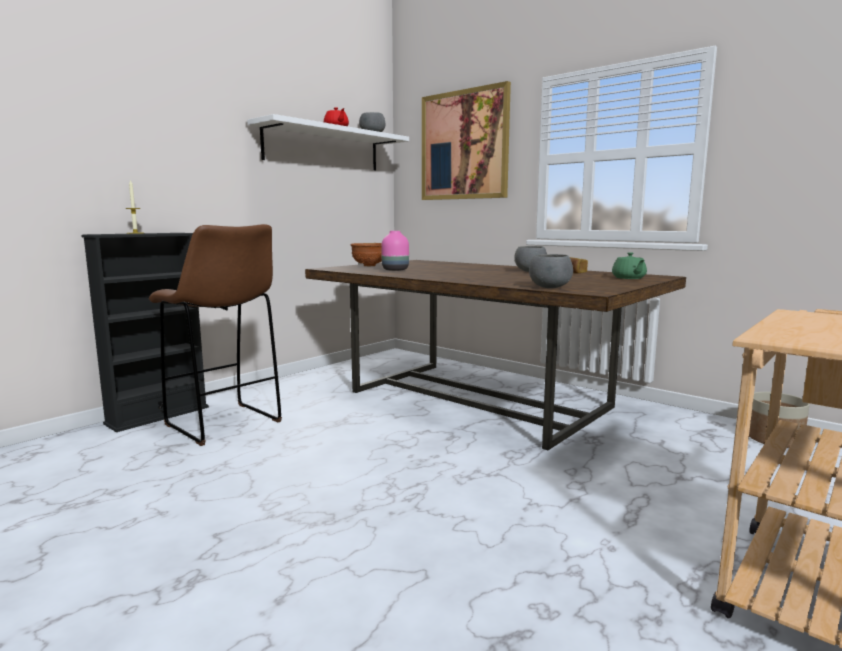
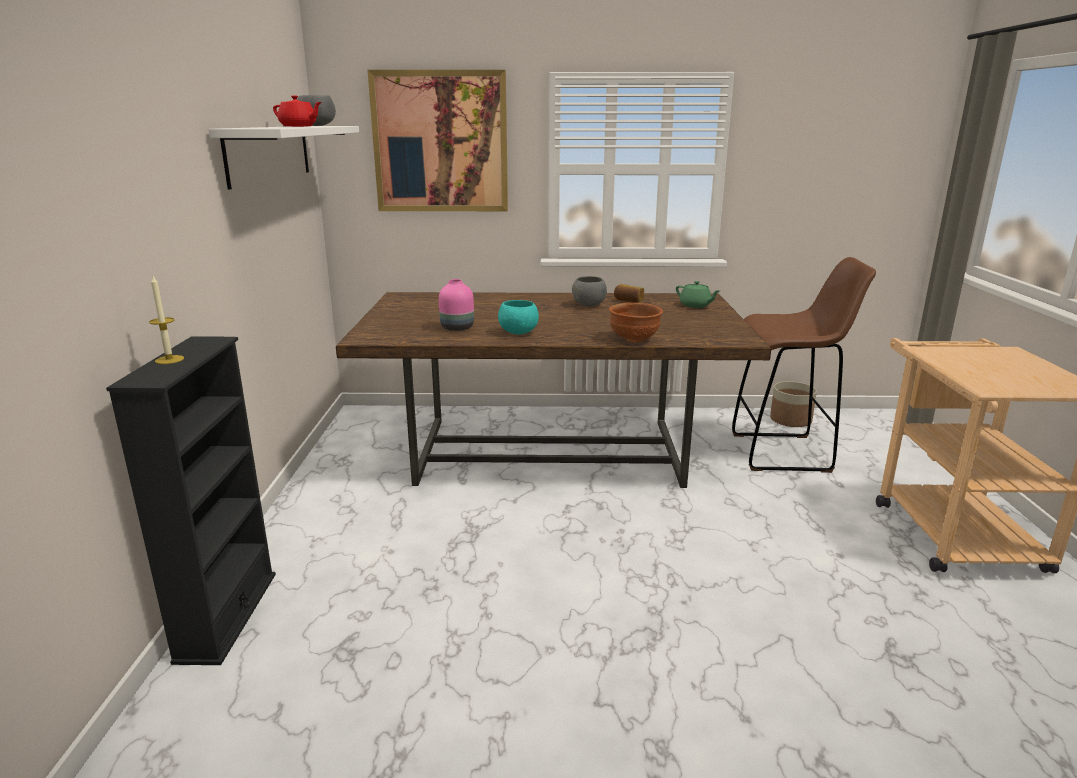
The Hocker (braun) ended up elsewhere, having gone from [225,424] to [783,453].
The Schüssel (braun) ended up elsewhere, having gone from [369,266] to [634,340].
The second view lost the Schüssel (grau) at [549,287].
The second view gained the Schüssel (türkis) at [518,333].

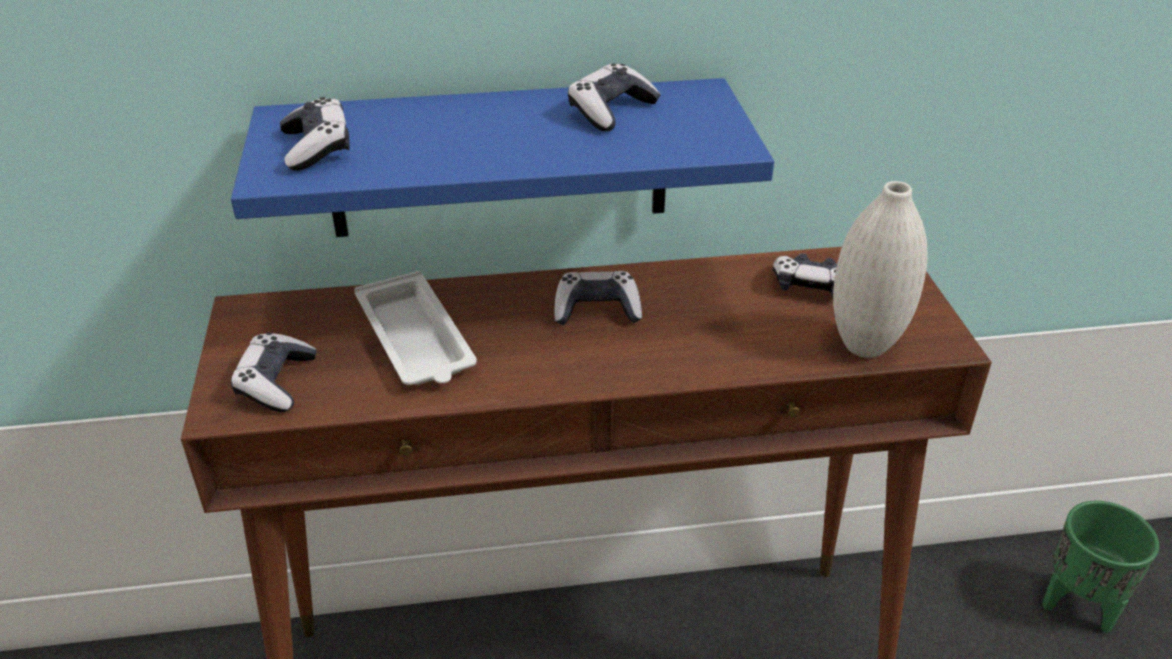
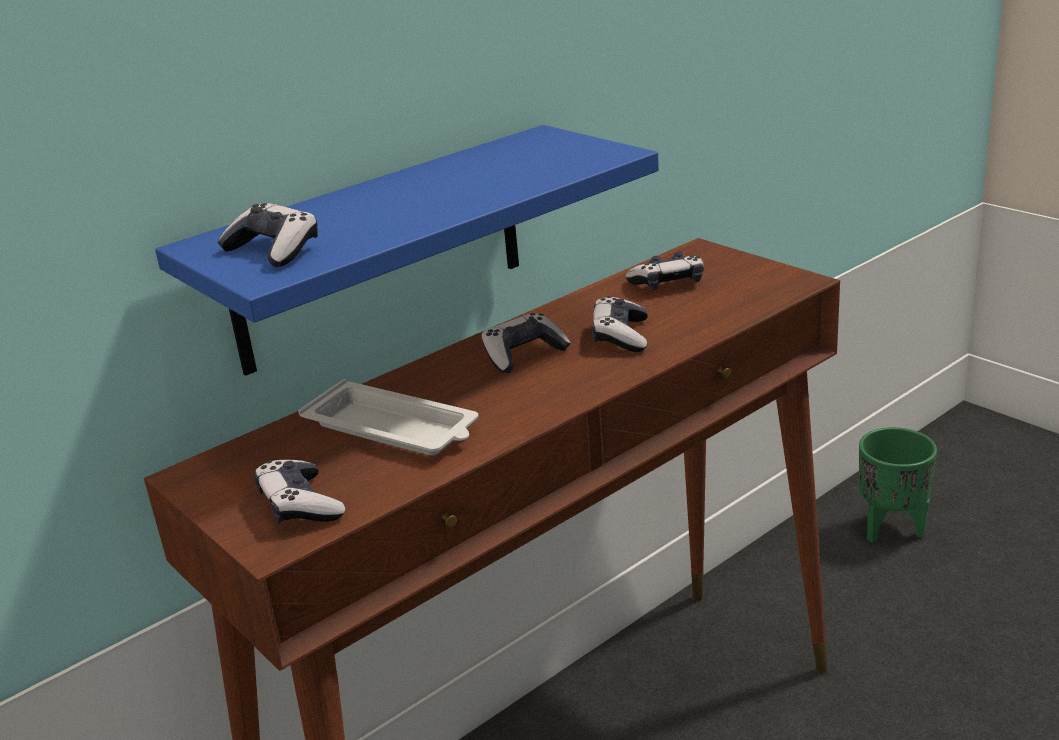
The Gamepad ended up elsewhere, having gone from [611,111] to [620,336].
The second view lost the Vase (weiß) at [865,346].

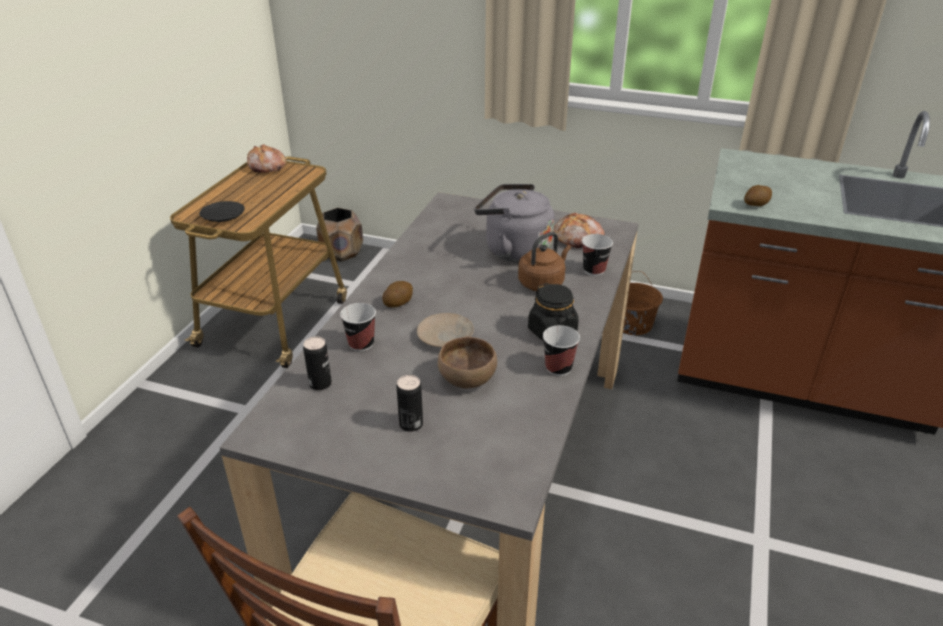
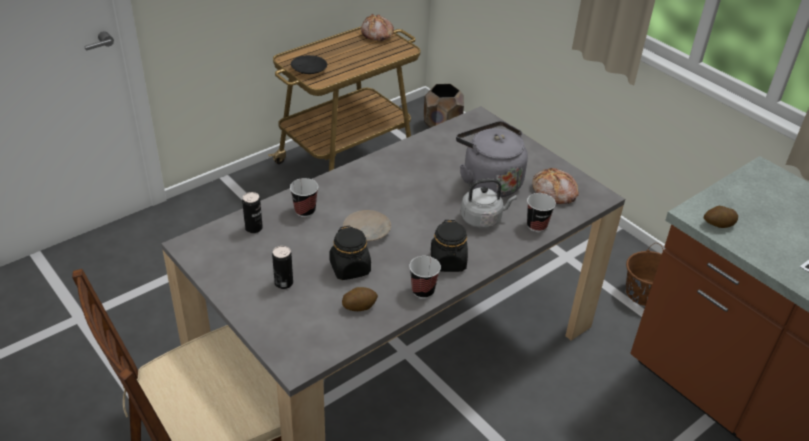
The Kartoffel ended up elsewhere, having gone from [398,302] to [359,306].
Where the Schüssel (braun) stood at [466,378], the Vorratsglas (schwarz) came to stand at [350,268].
What was the Wasserkessel (braun) at [543,283] turned into the Wasserkessel (grau) at [483,219].

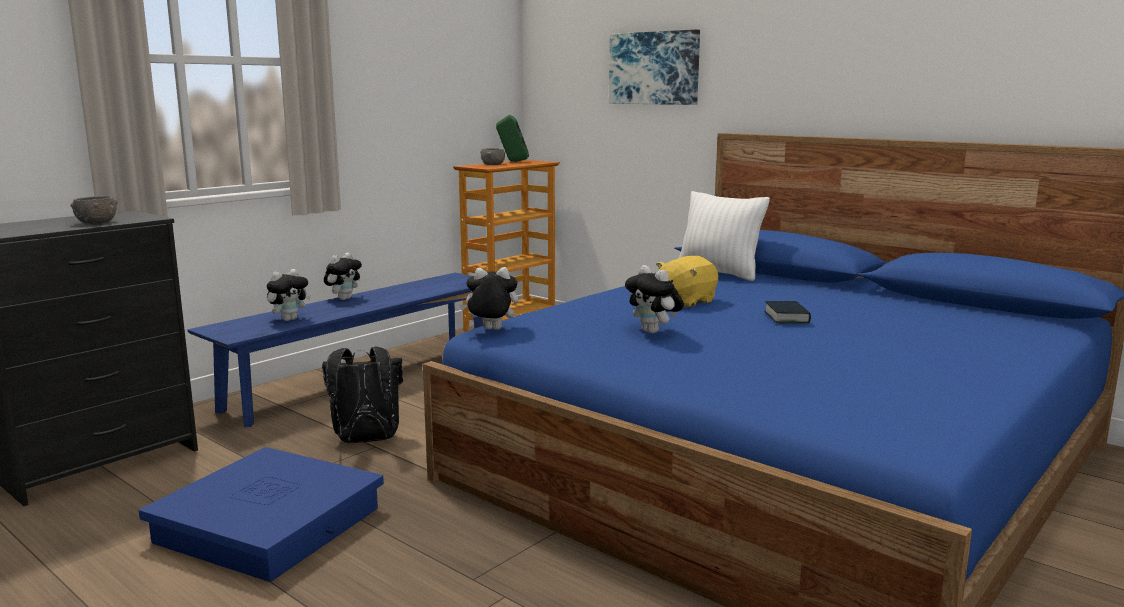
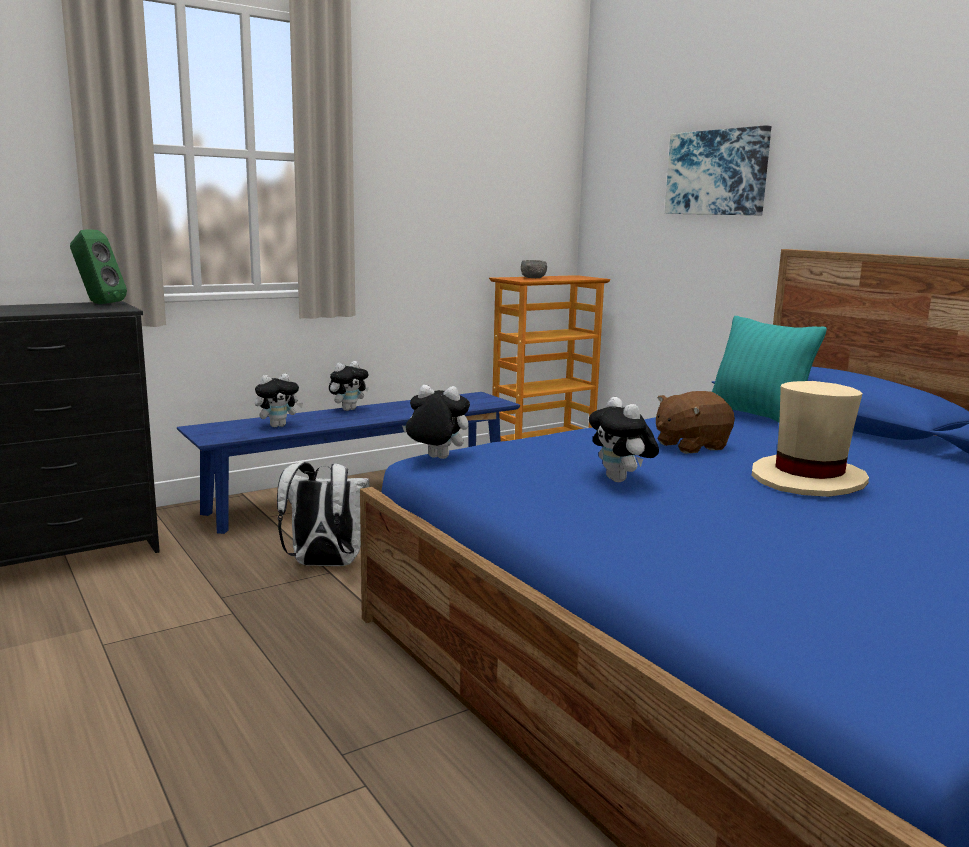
The second view lost the Schüssel (grau) at [96,222].
The second view lost the Aufbewahrungsbox (blau) at [268,525].
What was the Rucksack (schwarz) at [366,441] turned into the Rucksack (weiß) at [324,564].
The Lautsprecher (grün) ended up elsewhere, having gone from [512,161] to [98,304].
What was the Plüschtier (gelb) at [685,301] turned into the Plüschtier (braun) at [690,446].
What was the Kissen (weiß) at [719,273] turned into the Kissen (türkis) at [757,416].
Where the Buch stood at [786,317], the Hut (beige) came to stand at [808,479].

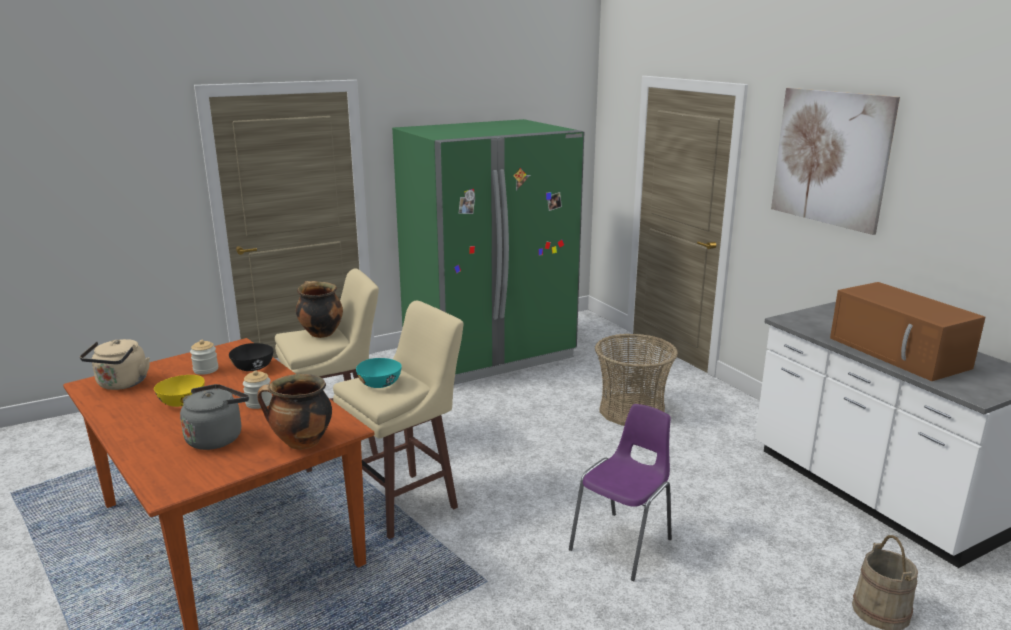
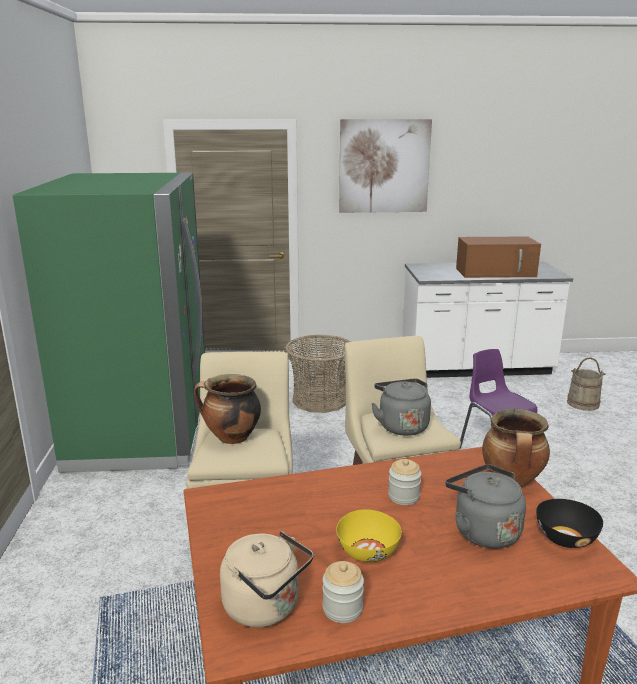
The Vorratsglas ended up elsewhere, having gone from [206,370] to [342,609].
The Schüssel (schwarz) ended up elsewhere, having gone from [253,368] to [565,537].
Where the Schüssel (türkis) stood at [380,384], the Wasserkessel (grau) came to stand at [401,425].

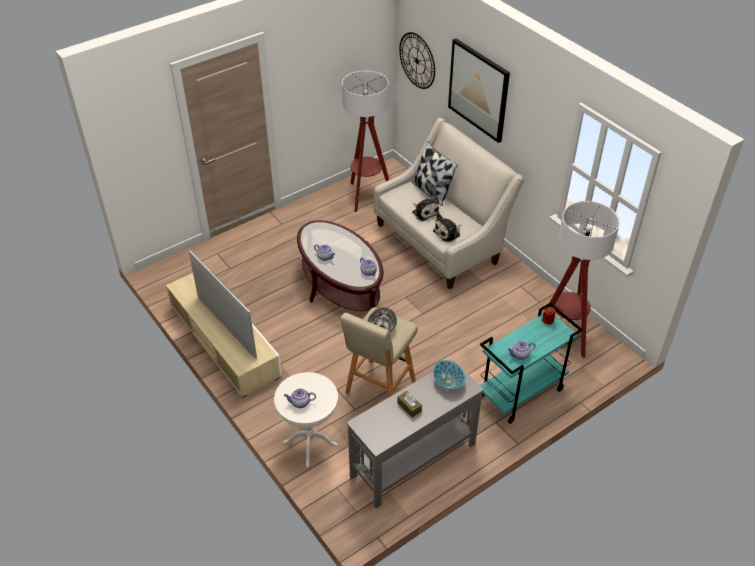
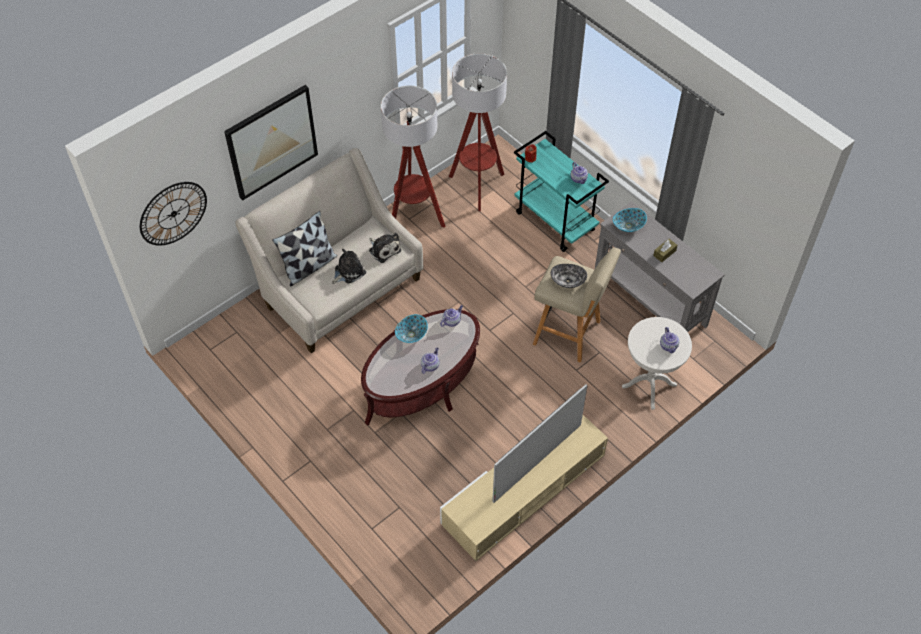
The Stehlampe ended up elsewhere, having gone from [366,196] to [414,218].
The second view gained the Schüssel at [411,334].

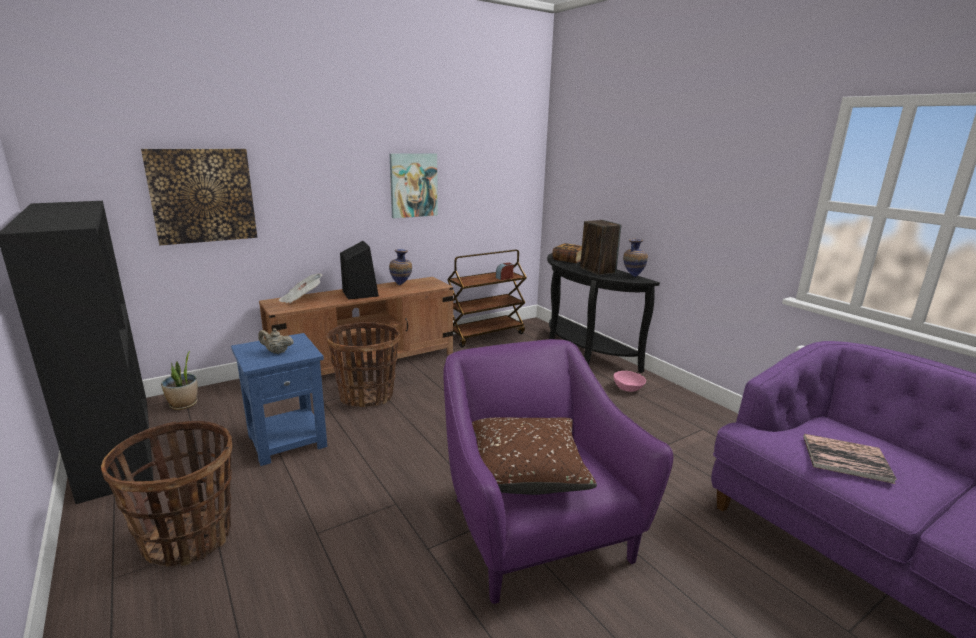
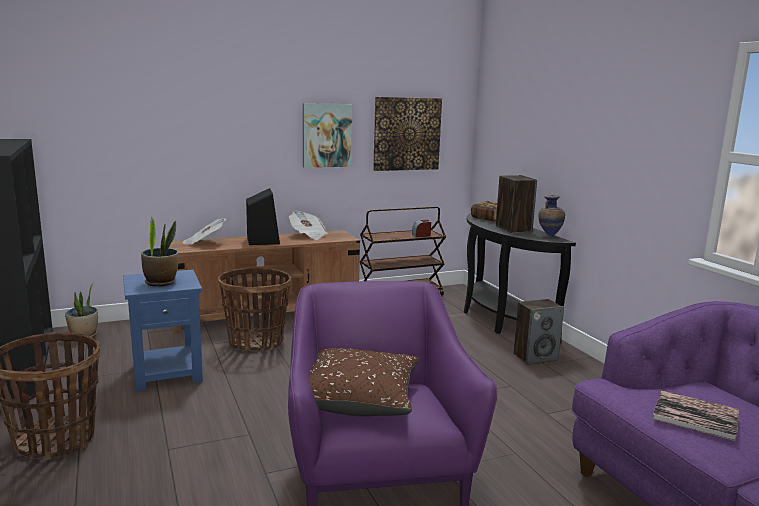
The Bild ended up elsewhere, having gone from [202,195] to [406,134].
Where the Teekanne (beige) stood at [277,352], the Topfpflanze came to stand at [161,282].
Where the Vase stood at [401,284], the Zeitung came to stand at [308,235].
Where the Schüssel (rosa) stood at [628,388], the Lautsprecher came to stand at [535,357].

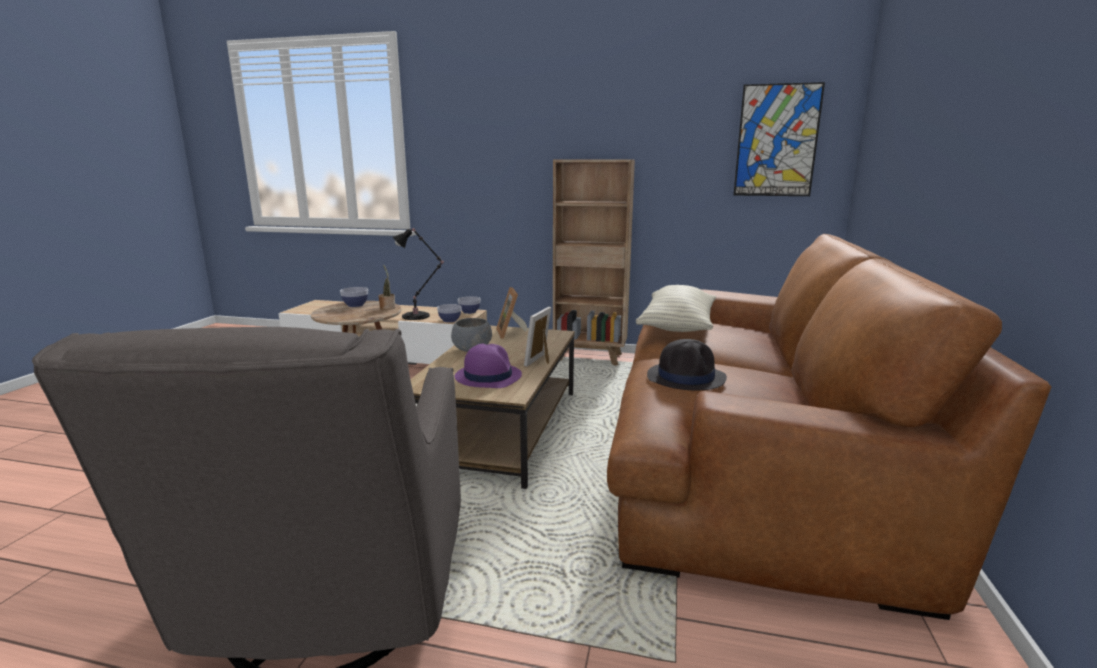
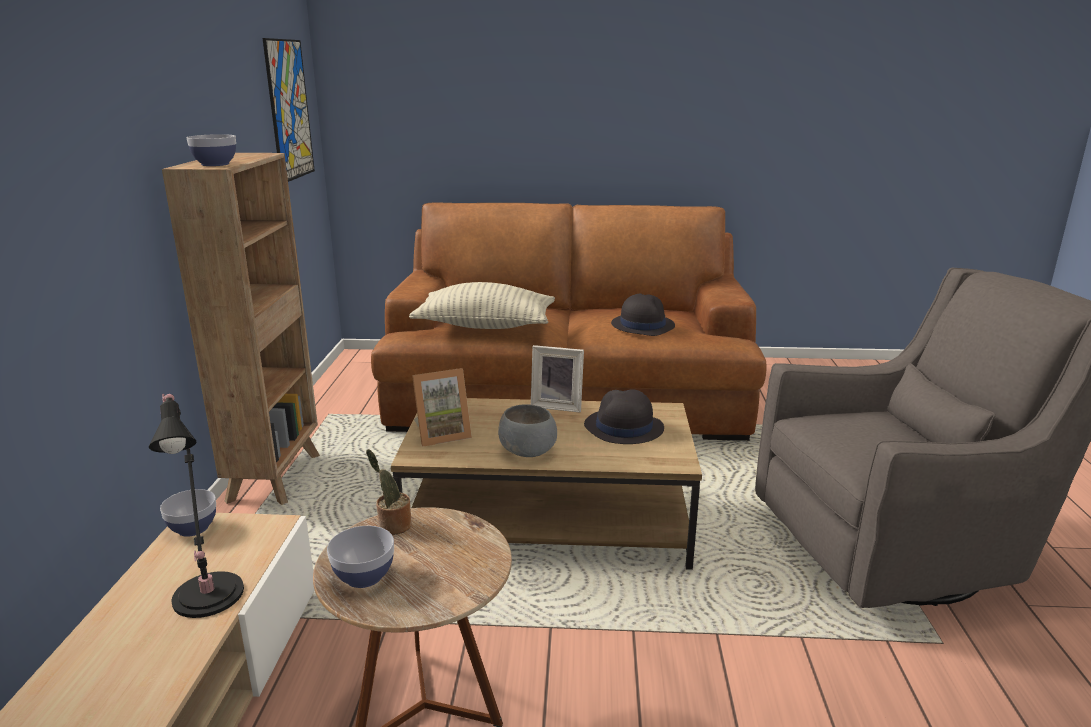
The Schüssel ended up elsewhere, having gone from [450,320] to [215,164].
What was the Hut (lila) at [488,376] turned into the Hut (schwarz) at [623,428].

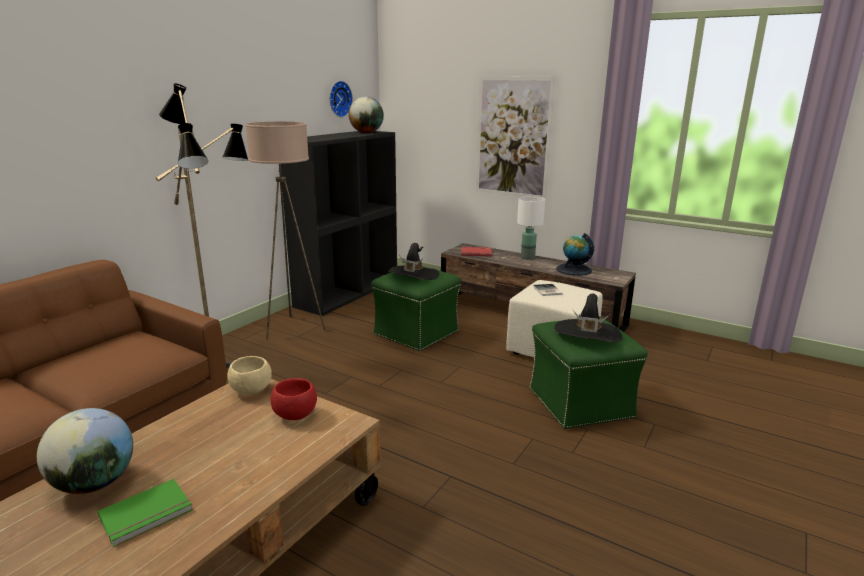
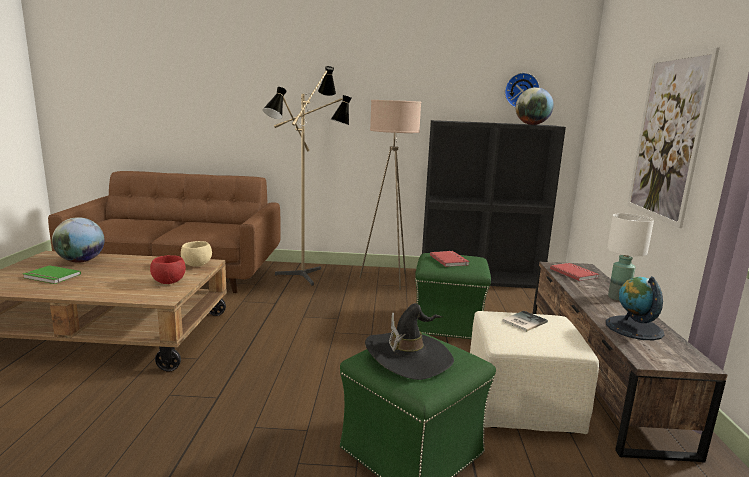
Where the Hut (schwarz) stood at [413,275], the Buch (rot) came to stand at [450,260].

